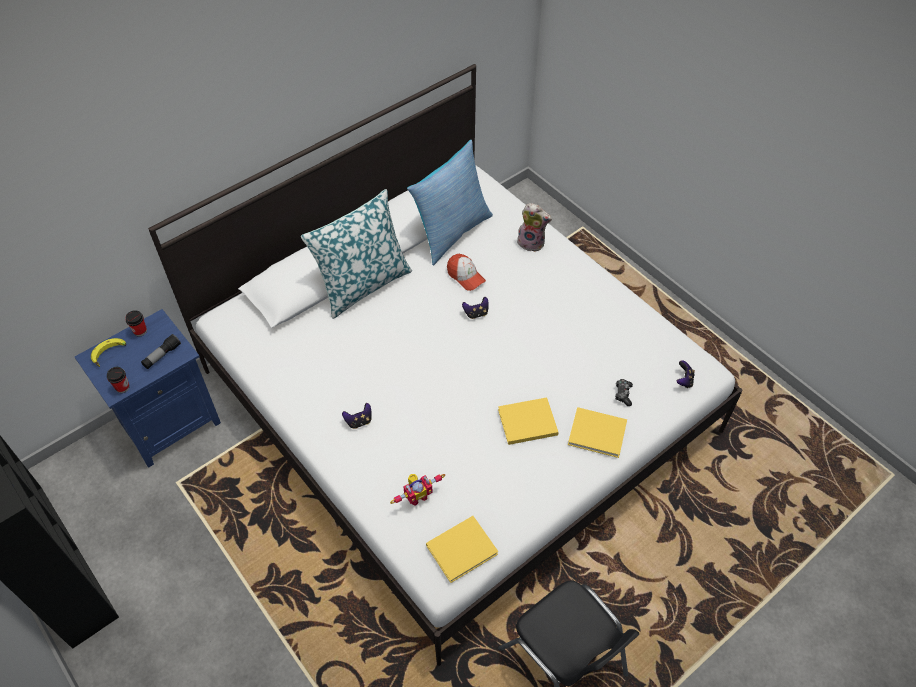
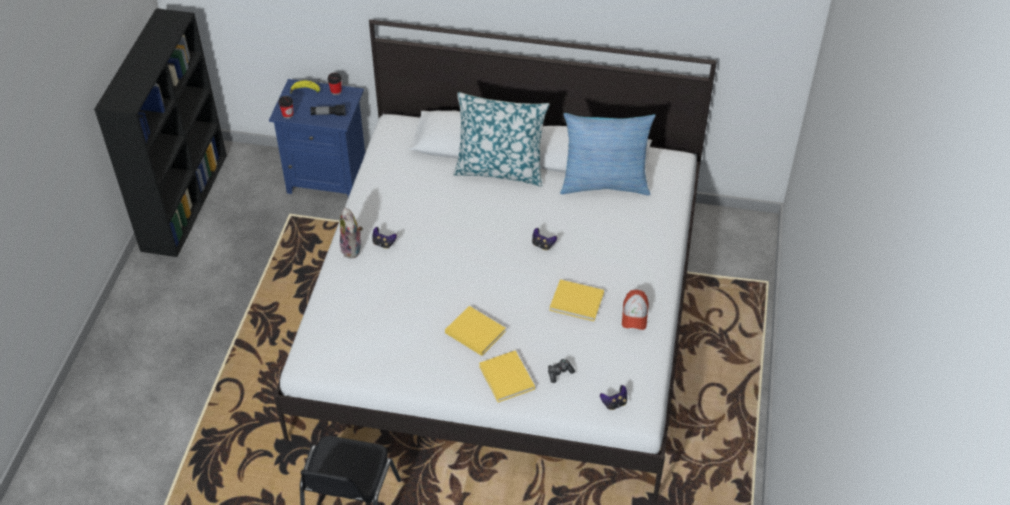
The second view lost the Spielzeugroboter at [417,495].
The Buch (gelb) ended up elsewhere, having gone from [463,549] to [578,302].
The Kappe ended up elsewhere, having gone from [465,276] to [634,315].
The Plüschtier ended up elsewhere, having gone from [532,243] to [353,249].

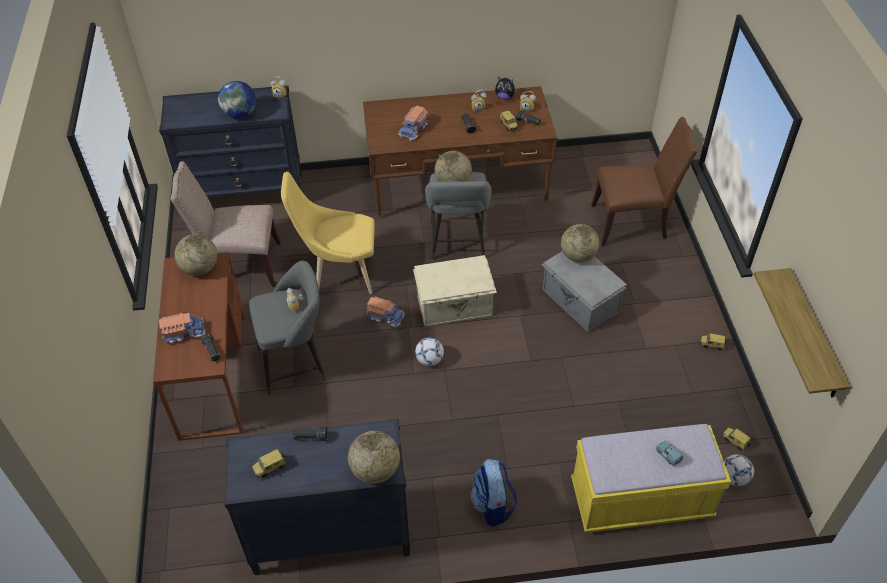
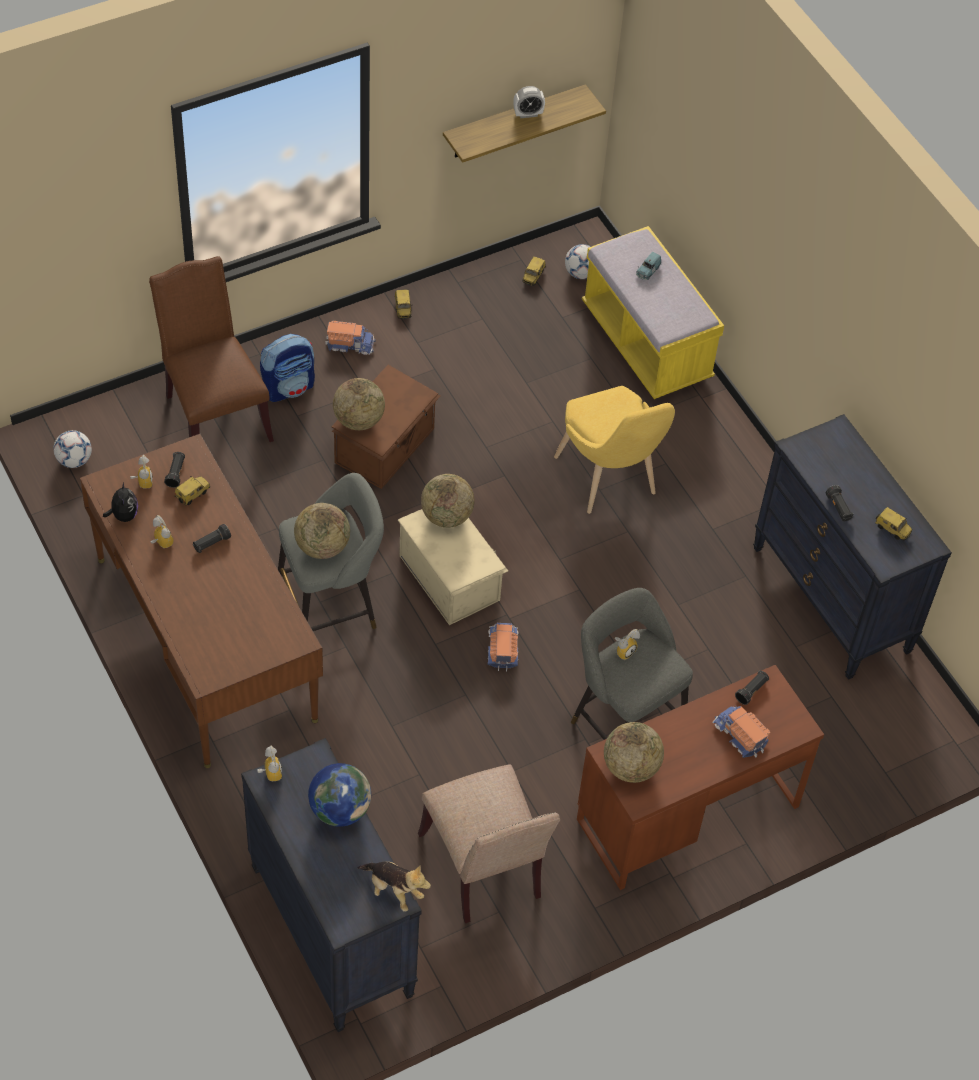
The Stuhl (gelb) ended up elsewhere, having gone from [339,273] to [609,480].
The Globus ended up elsewhere, having gone from [375,470] to [447,516].
The Spielzeuglaster ended up elsewhere, having gone from [414,129] to [350,344].
The Fußball ended up elsewhere, having gone from [429,360] to [74,460].
The Rucksack ended up elsewhere, having gone from [492,505] to [288,387].
What was the Aufbewahrungsbox (grau) at [579,302] turned into the Aufbewahrungsbox (braun) at [386,446].
The second view gained the Plüschtier at [393,890].
The second view gained the Wecker at [528,114].

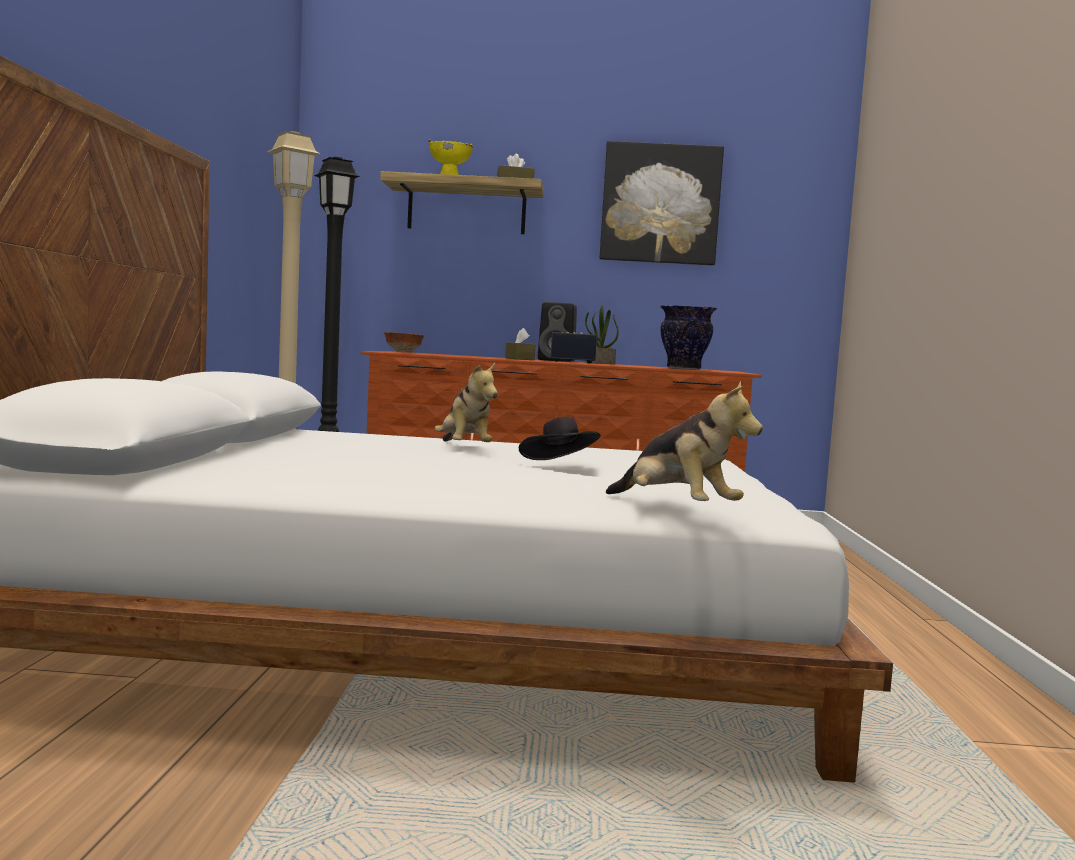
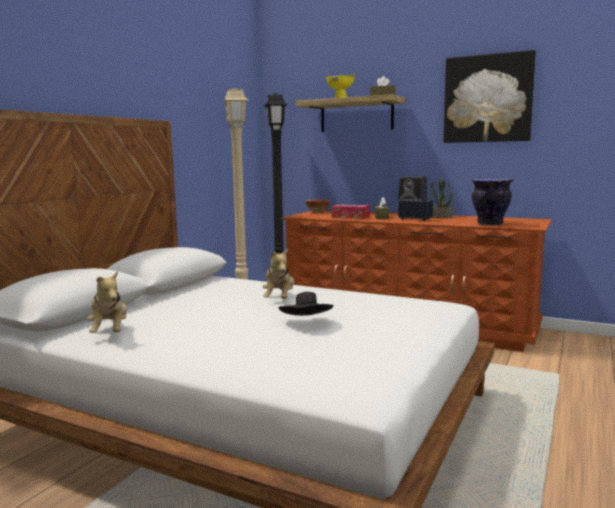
The Plüschtier ended up elsewhere, having gone from [676,508] to [110,332].
The second view gained the Taschentuchbox at [350,217].

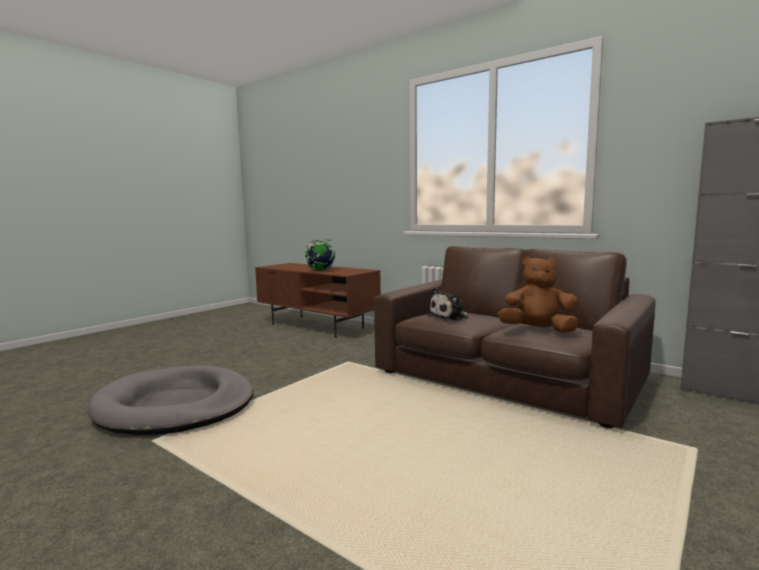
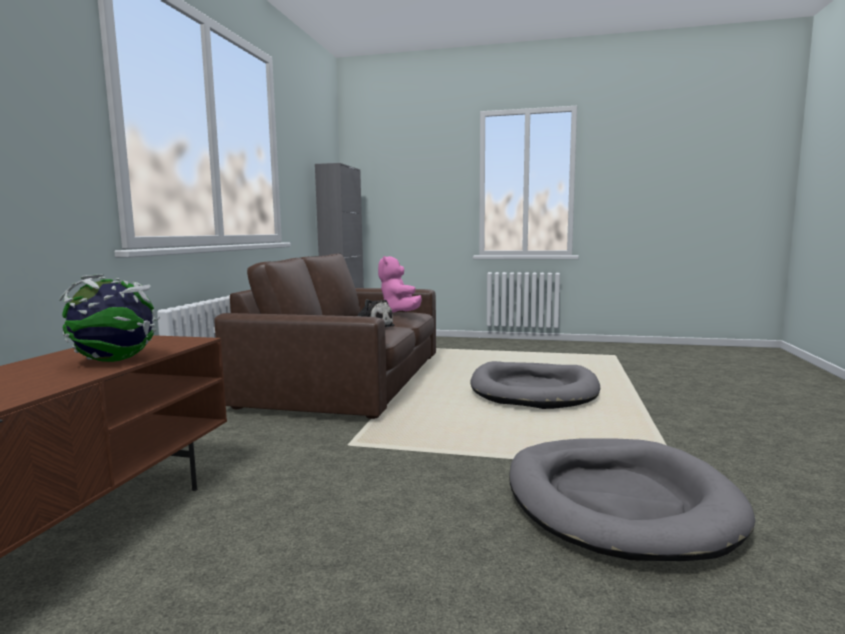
What was the Plüschtier (braun) at [537,330] turned into the Plüschtier (rosa) at [399,313].
The second view gained the Hundebett (grau) at [533,390].

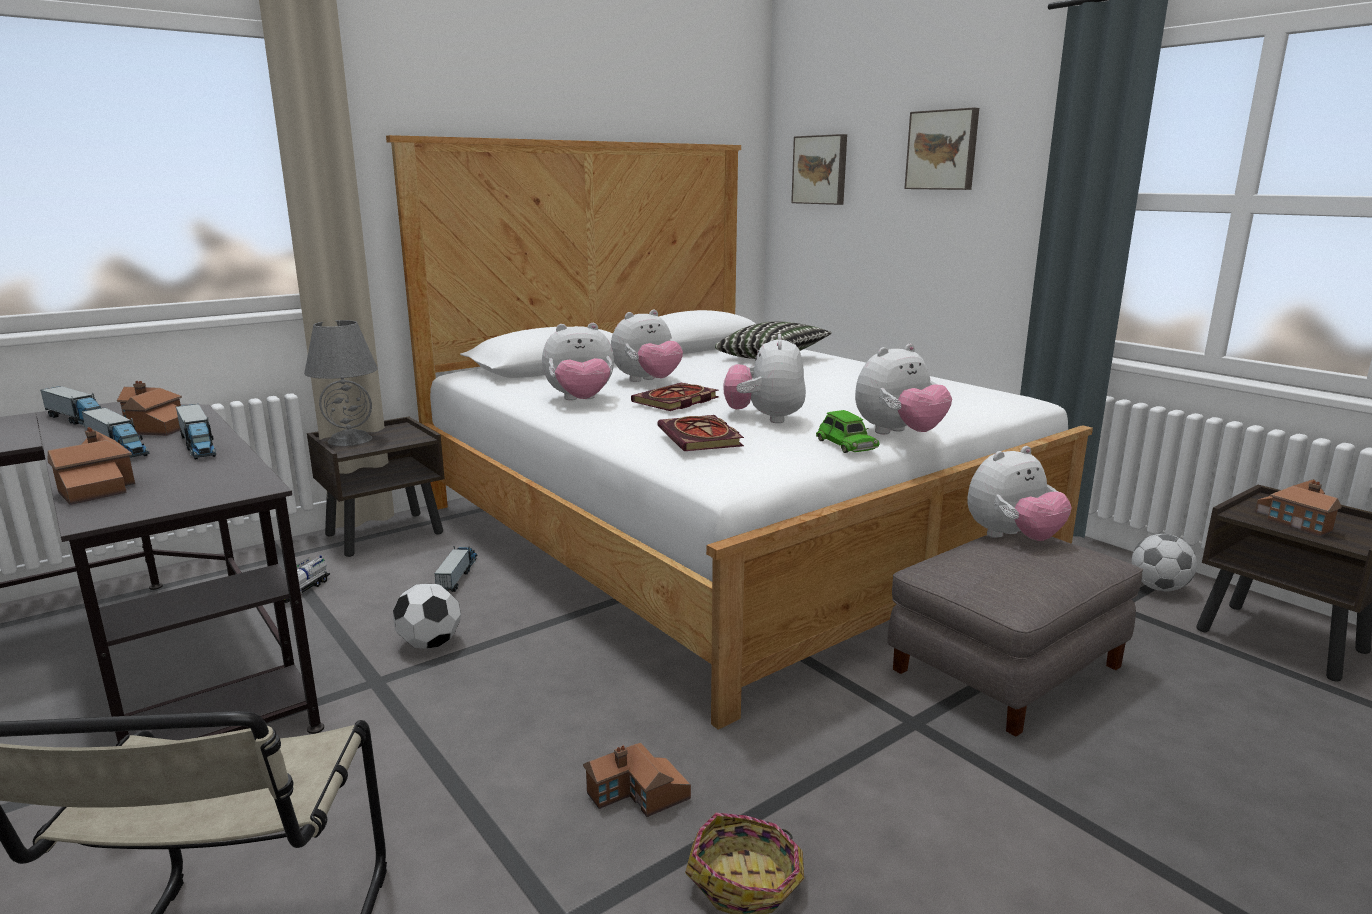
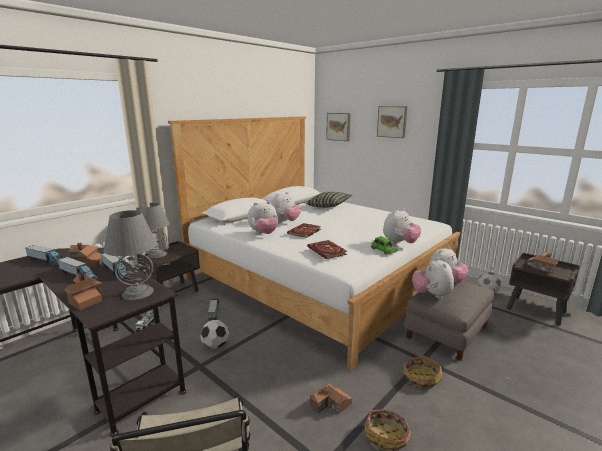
The Plüschtier ended up elsewhere, having gone from [765,418] to [431,295].
The second view gained the Tischlampe (grau) at [137,292].
The second view gained the Korb at [420,378].

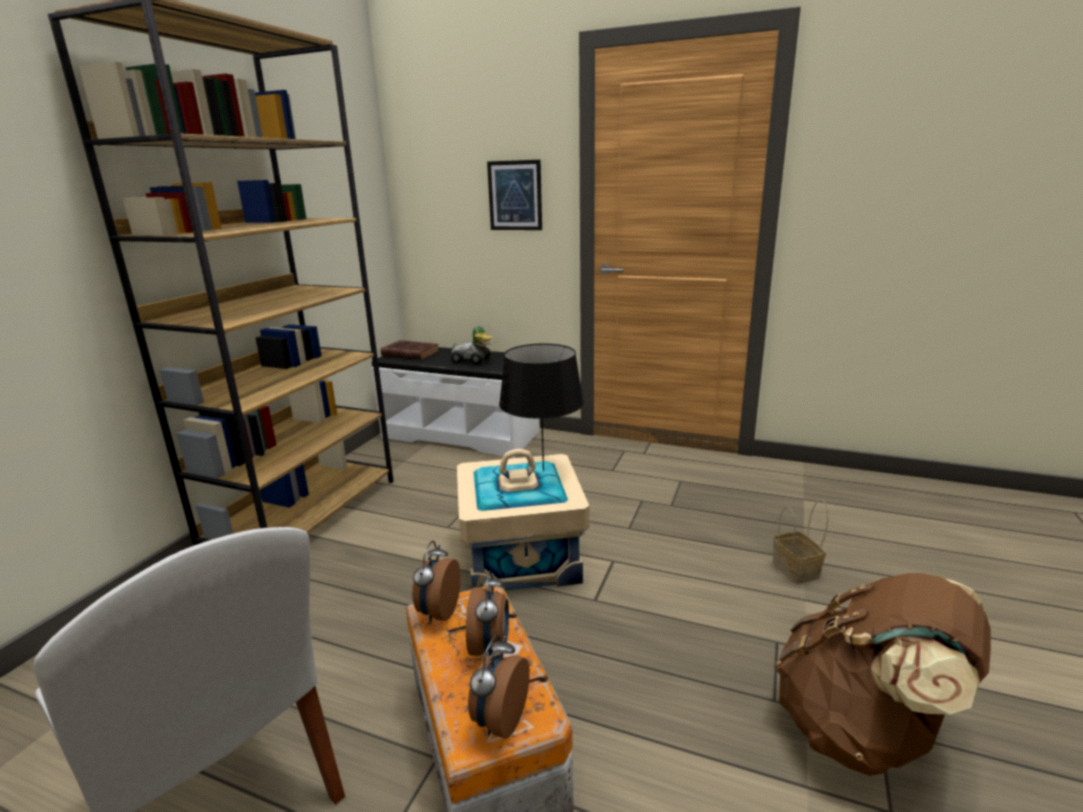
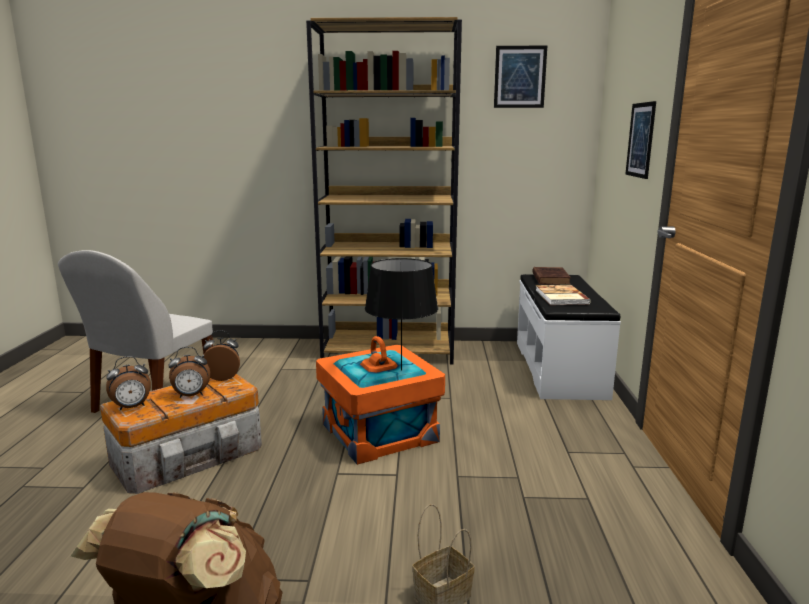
Where the Spielzeugauto stood at [473,361], the Buch came to stand at [560,297].
What was the Aufbewahrungsbox (beige) at [521,557] turned into the Aufbewahrungsbox (orange) at [380,432].
The Wecker at [499,720] ended up facing another way, 150 degrees clockwise from before.
The second view gained the Bild at [520,77].

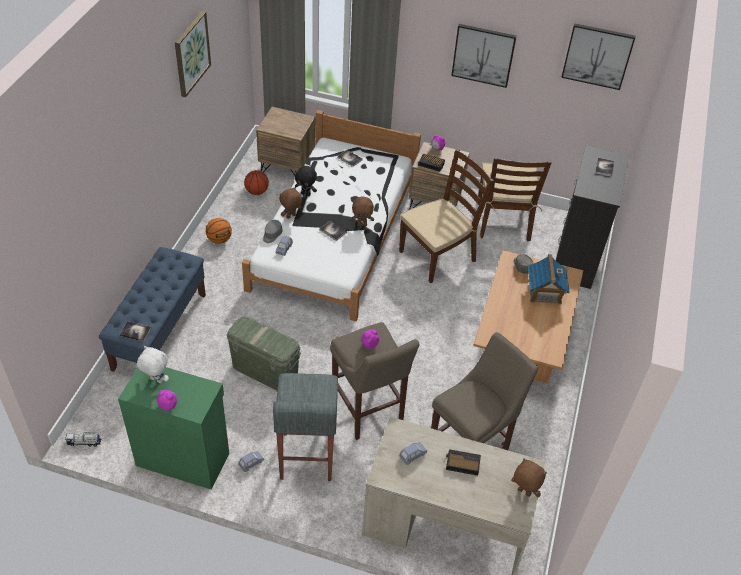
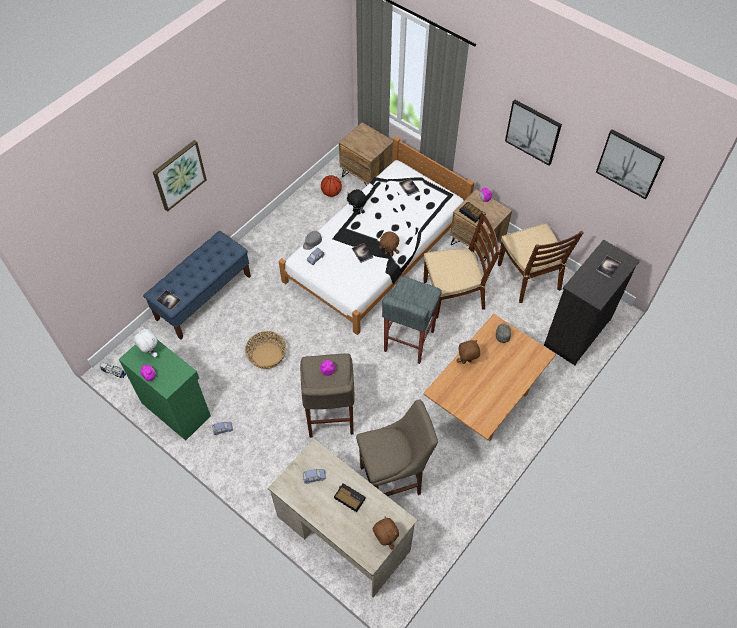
The Bild ended up elsewhere, having gone from [191,53] to [179,175].
The second view lost the Basketball at [219,240].
Where the Aufbewahrungsbox (grün) stood at [264,370], the Korb came to stand at [266,355].
The Hocker (grau) ended up elsewhere, having gone from [306,457] to [408,341].
The Plüschtier (braun) ended up elsewhere, having gone from [291,217] to [466,362].
The Stuhl (braun) at [503,221] ended up facing another way, 45 degrees counterclockwise from before.
The second view lost the Spielzeughaus at [544,292].

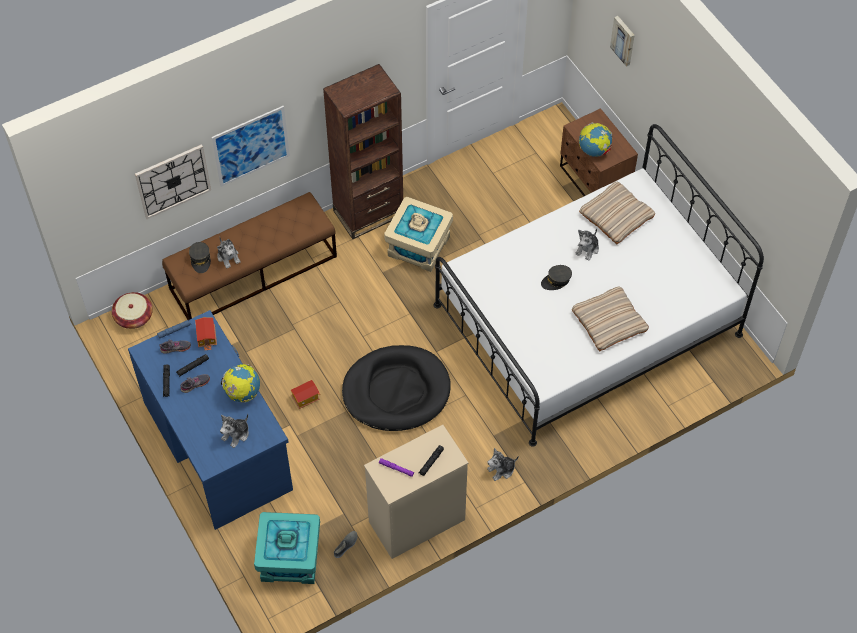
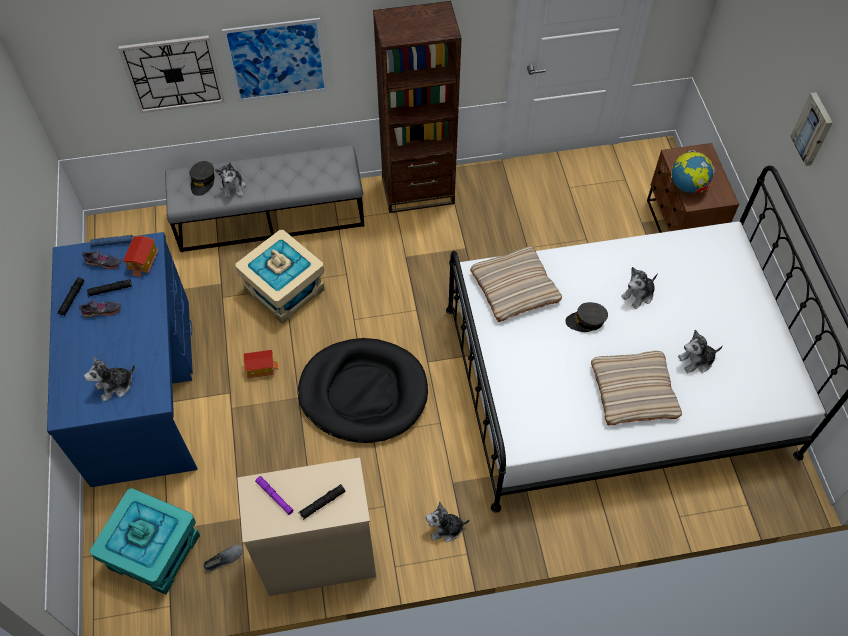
The second view lost the Korb at [134,317].
What was the Bank (braun) at [254,272] turned into the Bank (grau) at [271,217].
The second view lost the Globus at [242,393].
The Aufbewahrungsbox (beige) ended up elsewhere, having gone from [418,246] to [284,290].
The Kissen (beige) ended up elsewhere, having gone from [616,215] to [515,287].
The Bild ended up elsewhere, having gone from [623,40] to [813,129].
The second view gained the Plüschtier at [696,361].

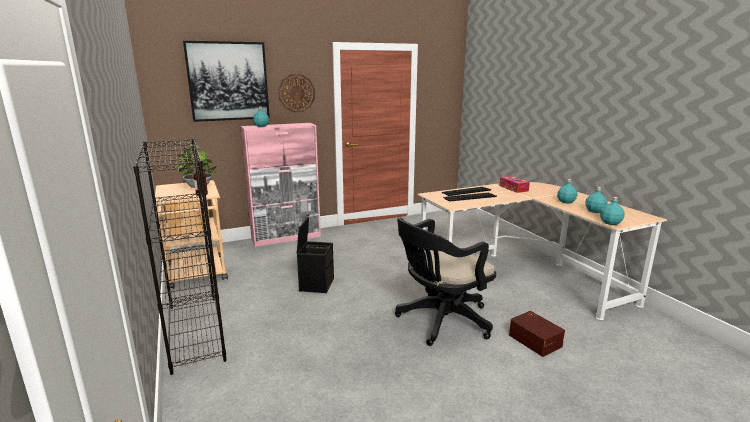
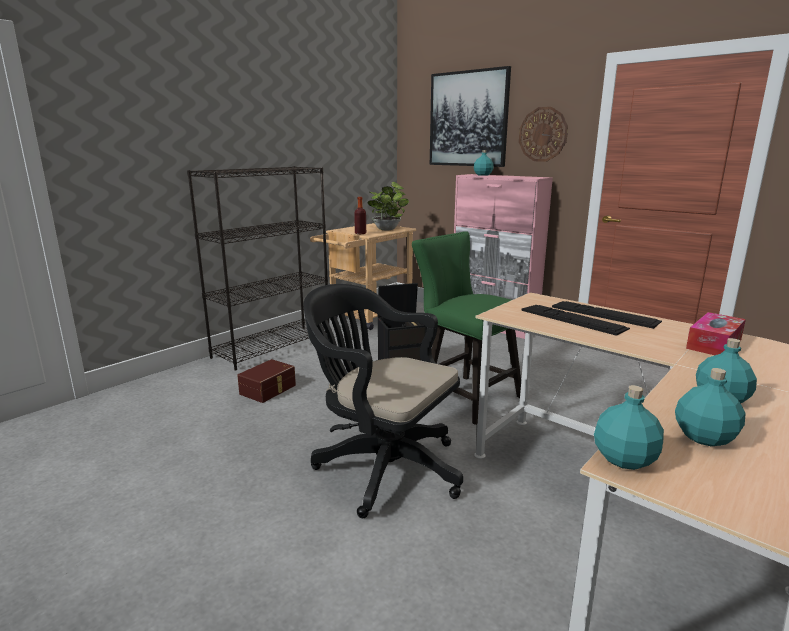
The Aufbewahrungsbox (braun) ended up elsewhere, having gone from [535,340] to [269,390].
The second view gained the Stuhl (grün) at [465,396].

